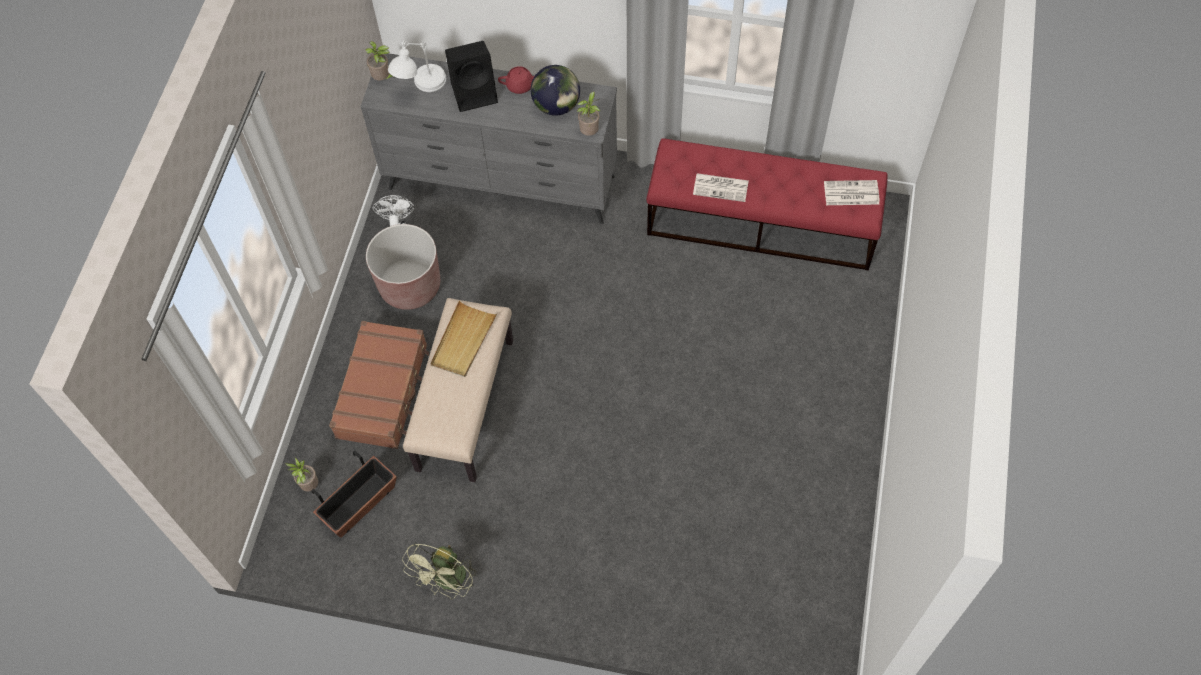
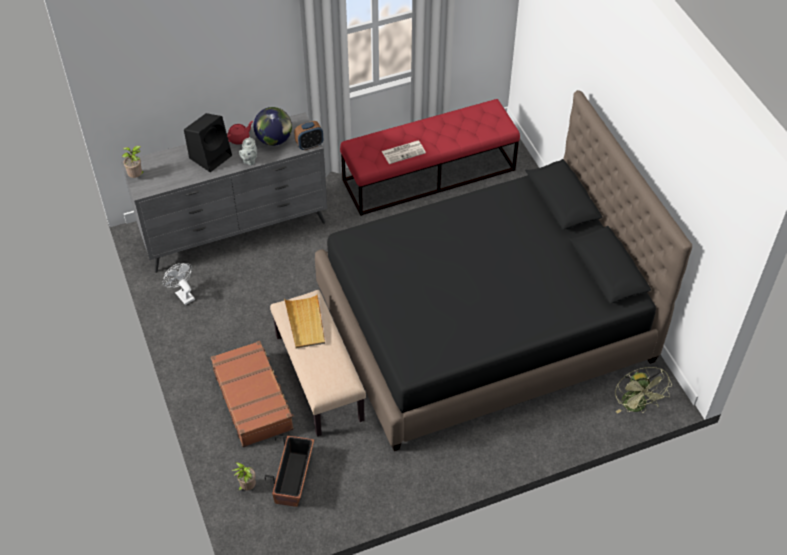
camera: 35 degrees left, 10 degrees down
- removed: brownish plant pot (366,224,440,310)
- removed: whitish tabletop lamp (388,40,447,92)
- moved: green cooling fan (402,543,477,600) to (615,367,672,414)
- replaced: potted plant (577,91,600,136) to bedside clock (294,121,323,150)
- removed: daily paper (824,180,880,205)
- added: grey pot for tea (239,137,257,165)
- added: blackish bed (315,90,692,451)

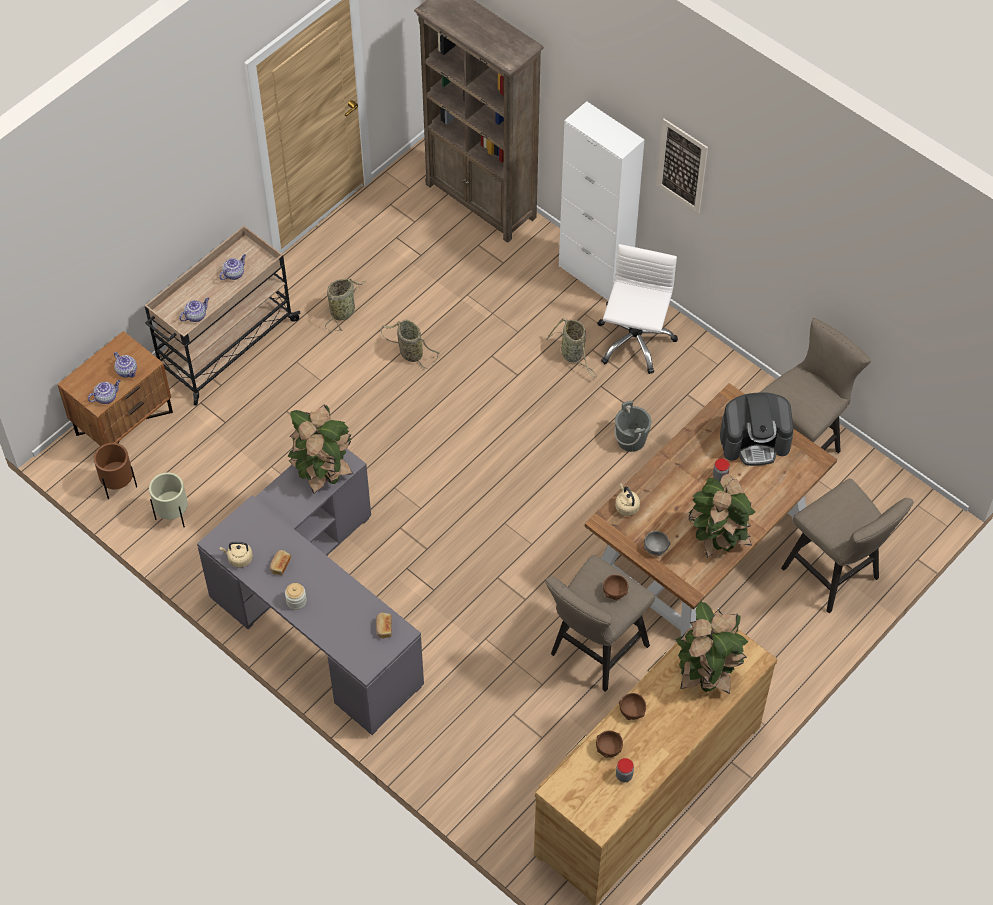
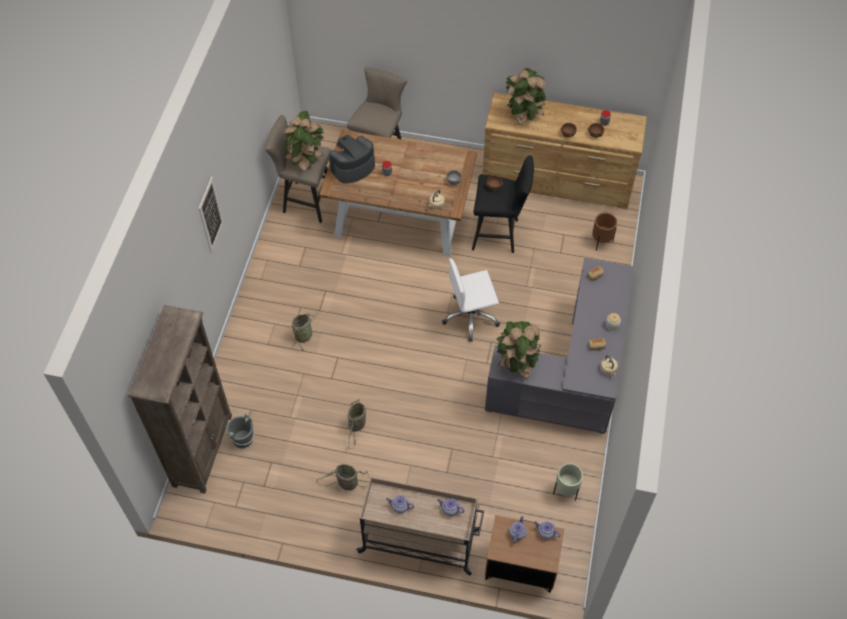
camera: 120 degrees left, 0 degrees up
- moved: brownish plant pot (94,443,137,499) to (592,213,617,251)
- recoloured: beige-coloured stool seat (545,555,655,692) to blackish stool seat (472,155,534,253)
- removed: whitish cabinet (559,101,644,301)
- moved: whitish desk chair (597,244,678,374) to (442,258,500,341)
- moved: grey water bucket (614,401,651,452) to (226,414,254,448)
- moved: potted plant (688,474,756,558) to (282,111,324,172)
- turned: coffee maker (720,392,793,466) = (329,135,375,184) 90 degrees counterclockwise

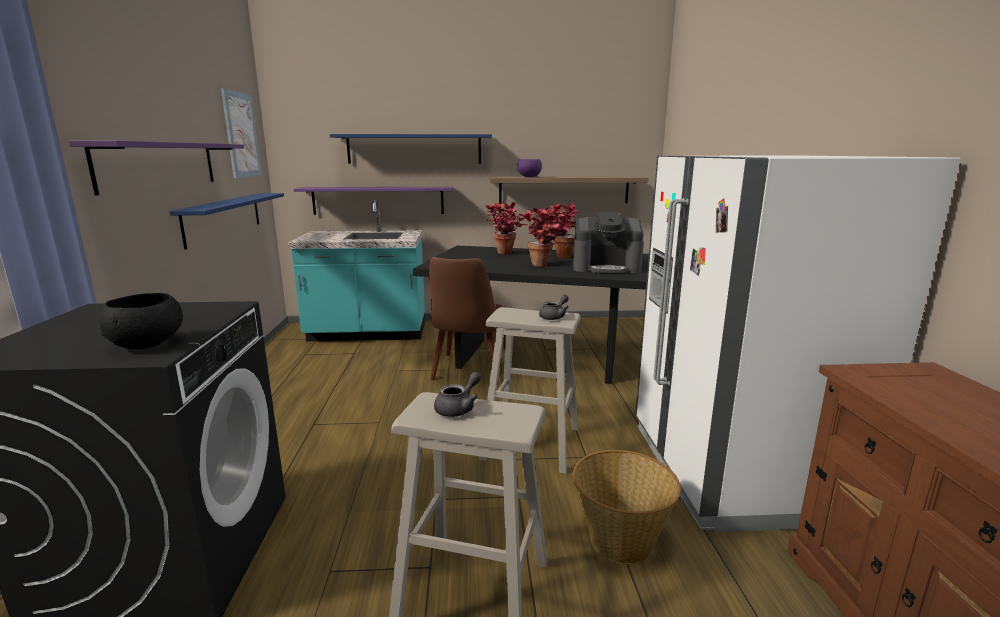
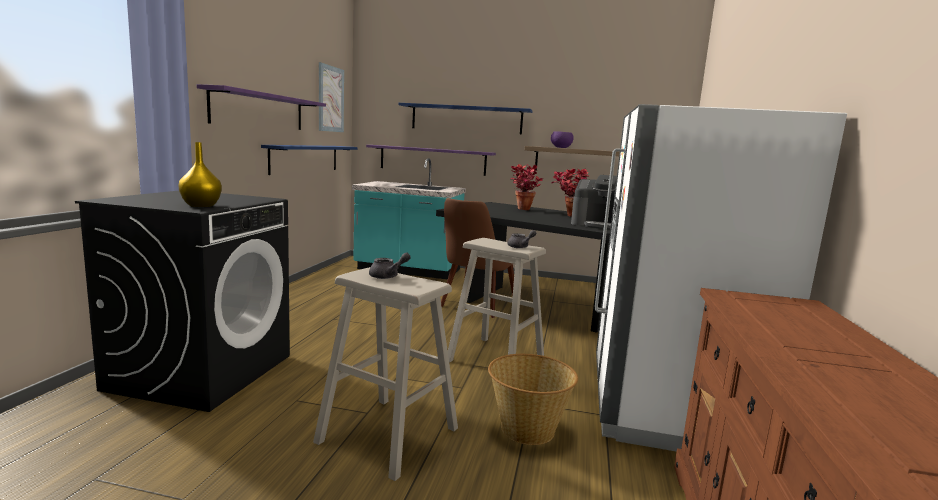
camera: 15 degrees right, 5 degrees down
- replaced: blackish deep dish (99,293,183,349) to yellowish vase (178,142,222,207)
- removed: potted plant (518,207,571,267)

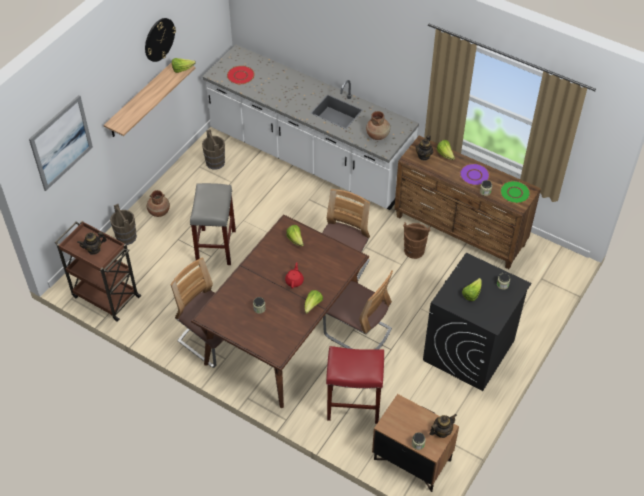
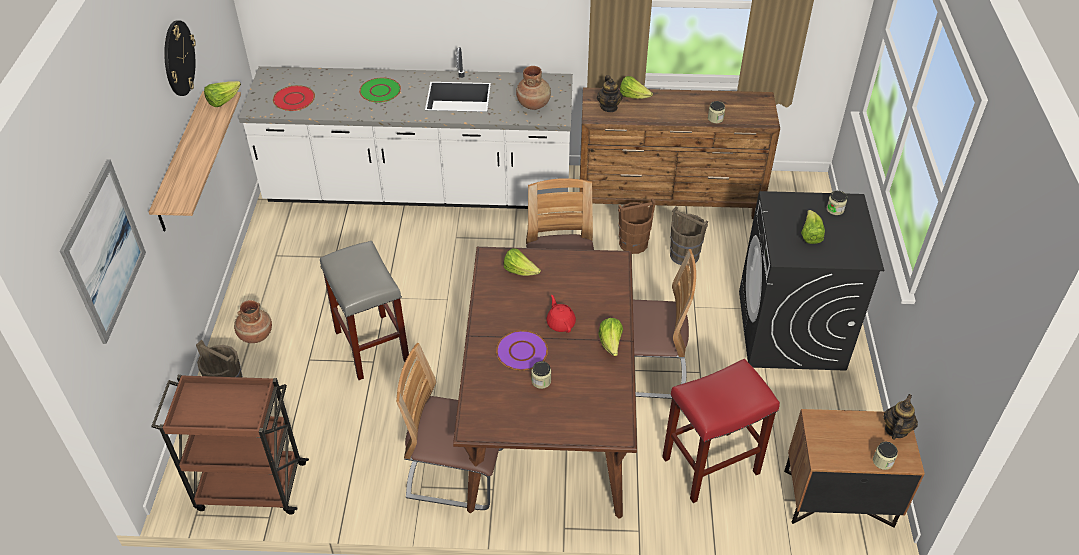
camera: 30 degrees left, 5 degrees down
- removed: pot for tea (77,232,107,255)
- moved: brownish water bucket (202,129,225,170) to (670,206,708,266)
- moved: purple-coloured dinner plate (460,163,490,185) to (496,331,548,370)
- moved: green dinner plate (500,181,530,203) to (359,78,401,103)

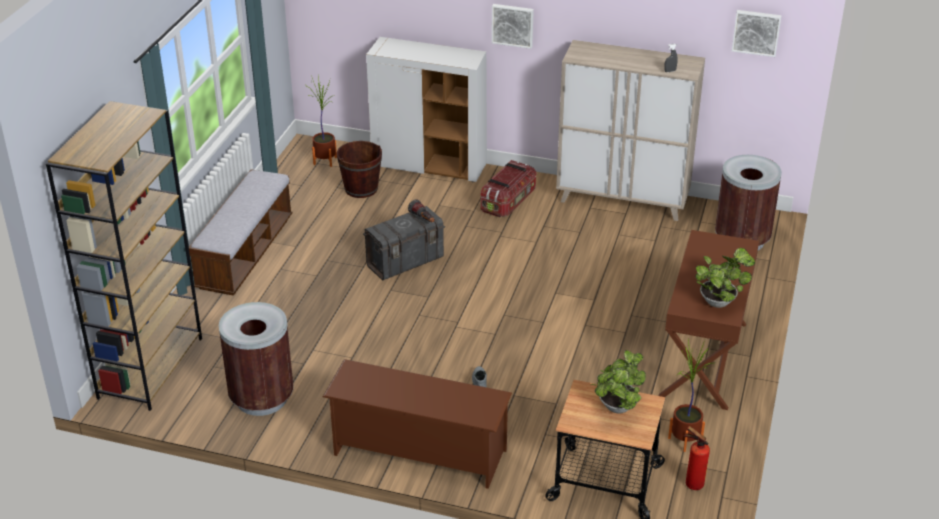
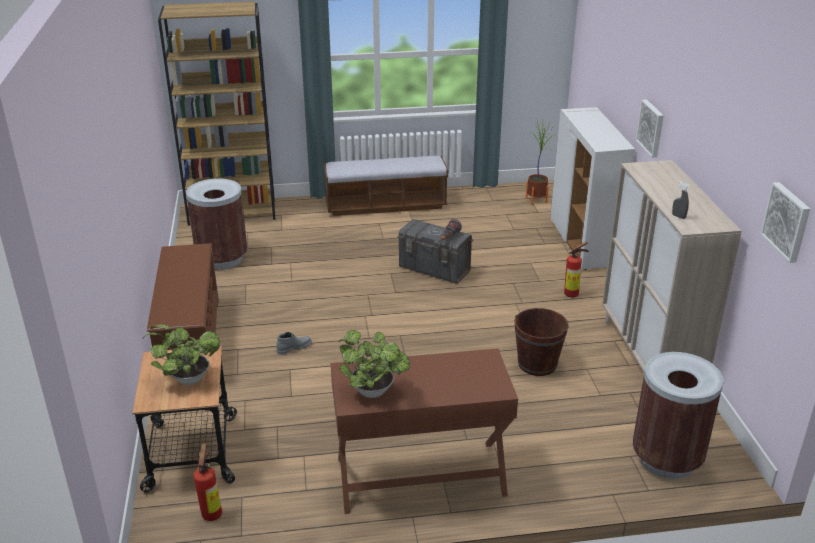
camera: 65 degrees right, 5 degrees down
- moved: brownish water bucket (337,141,382,198) to (514,308,569,376)
- replaced: storage box (481,160,536,217) to fire-fighting cylinder (564,242,589,297)
- removed: potted plant (668,339,713,452)

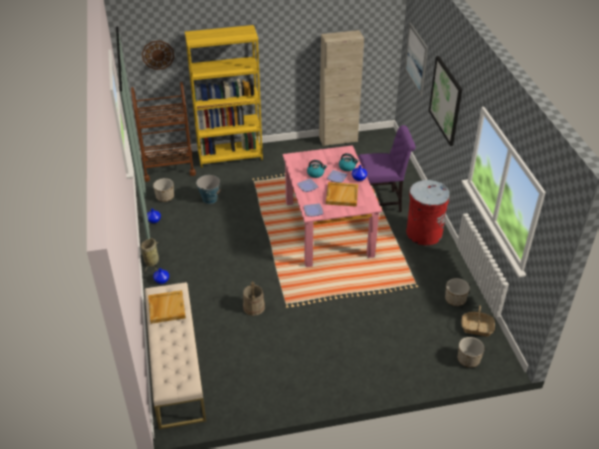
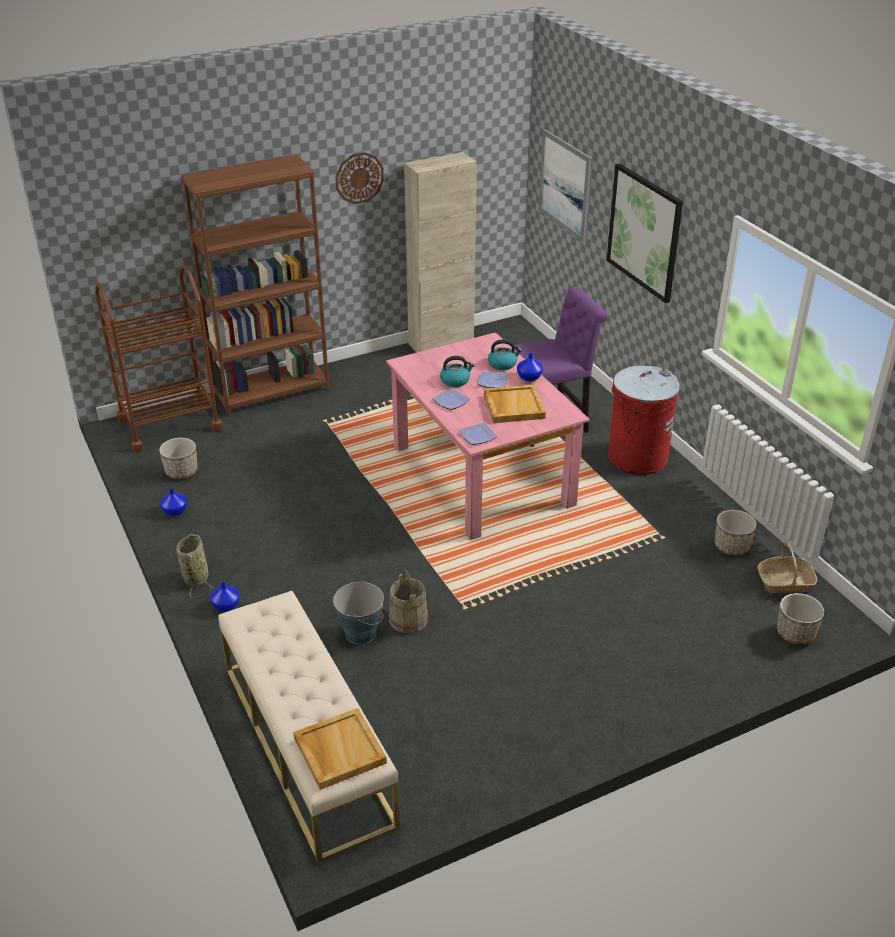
camera: 15 degrees left, 5 degrees down
- moved: wall clock (142,40,174,70) to (335,152,384,204)
- moved: beige-coloured carrying tray (148,290,186,324) to (293,708,387,790)
- recoloured: yellowish bookcase (185,25,263,168) to brownish bookcase (181,154,329,417)
- moved: water bucket (196,175,221,204) to (333,581,385,644)

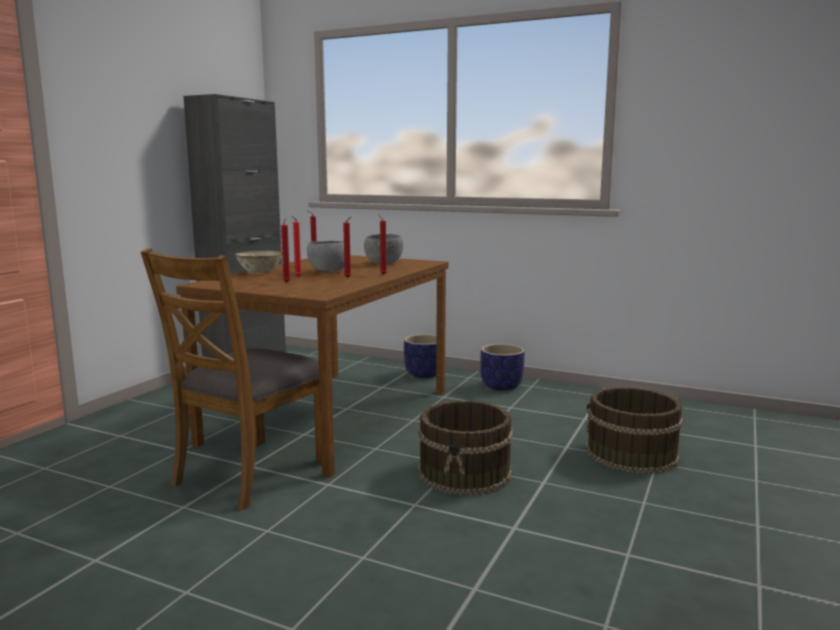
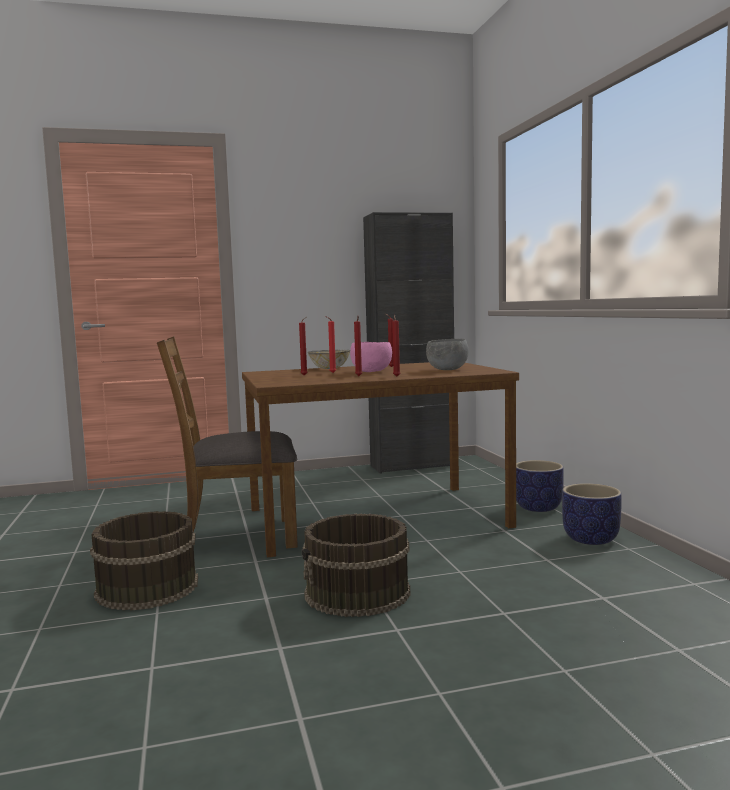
camera: 50 degrees right, 5 degrees down
- recoloured: grey deep dish (307,241,344,273) to pinkish deep dish (350,342,392,372)
- moved: brownish water bucket (586,387,683,474) to (90,511,198,611)

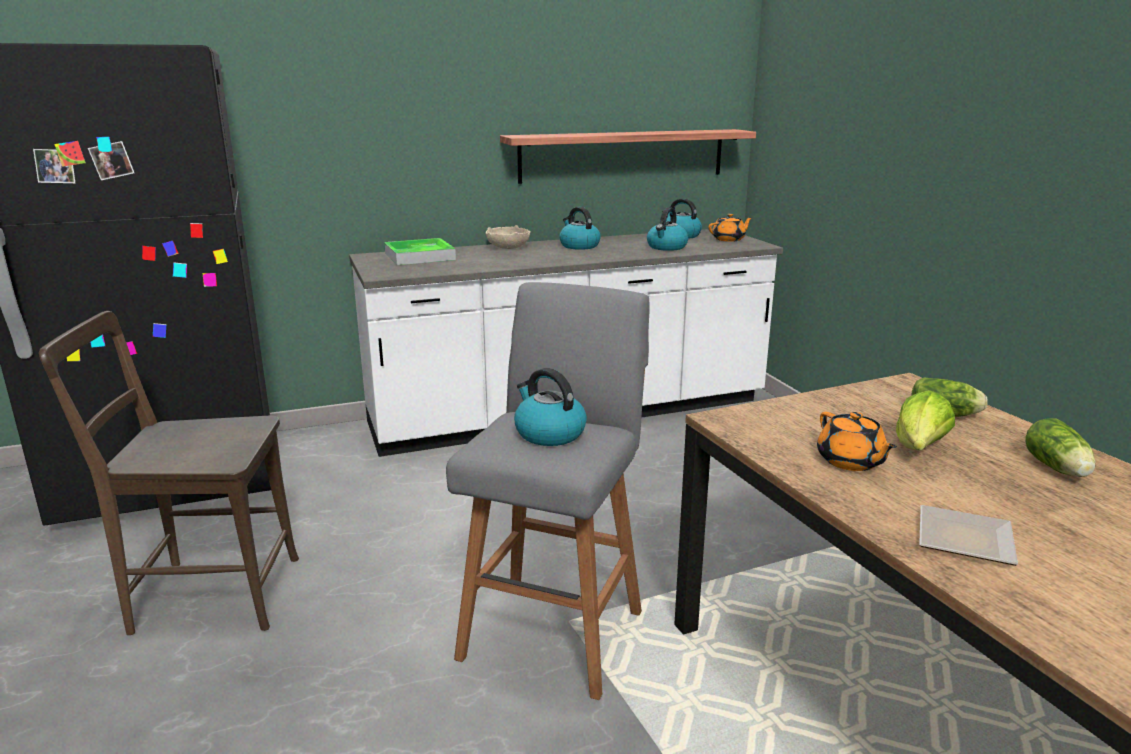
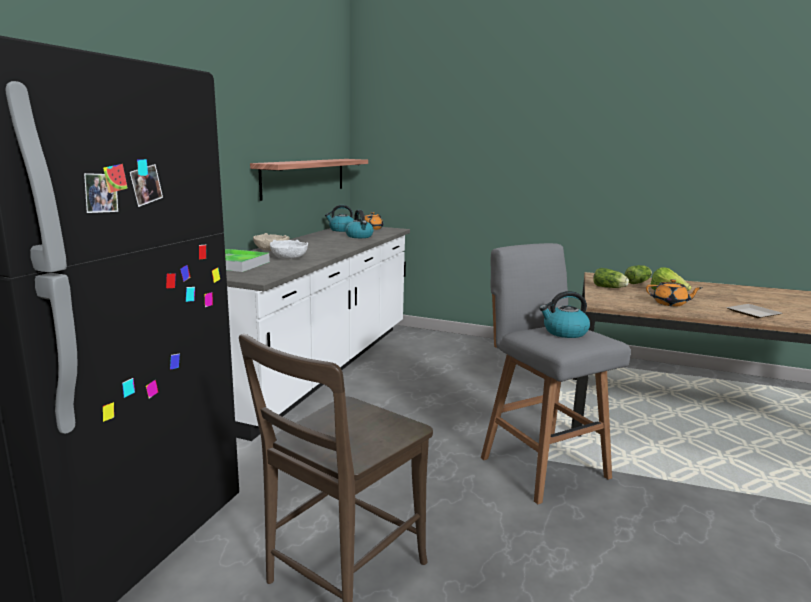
camera: 50 degrees left, 5 degrees down
- removed: kettle (559,207,601,250)
- moved: lettuce head (1025,418,1095,477) to (594,268,629,288)
- added: whitish deep dish (270,240,308,259)

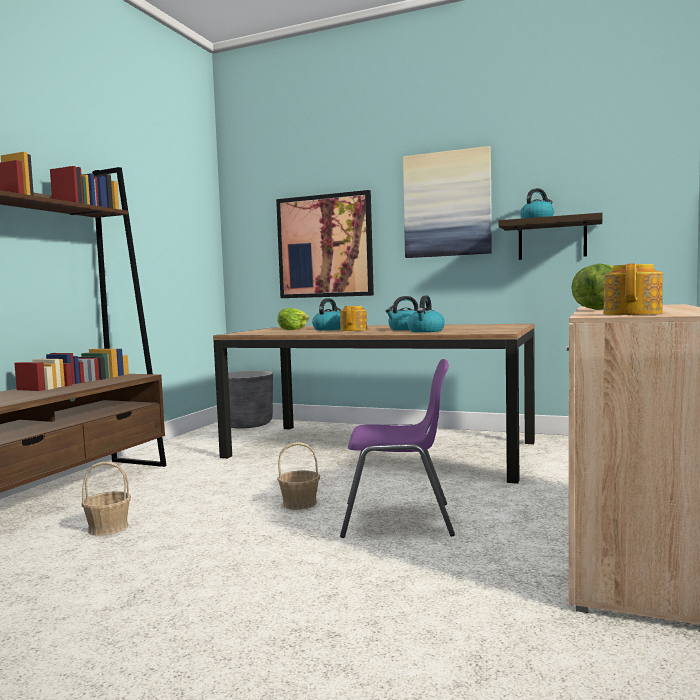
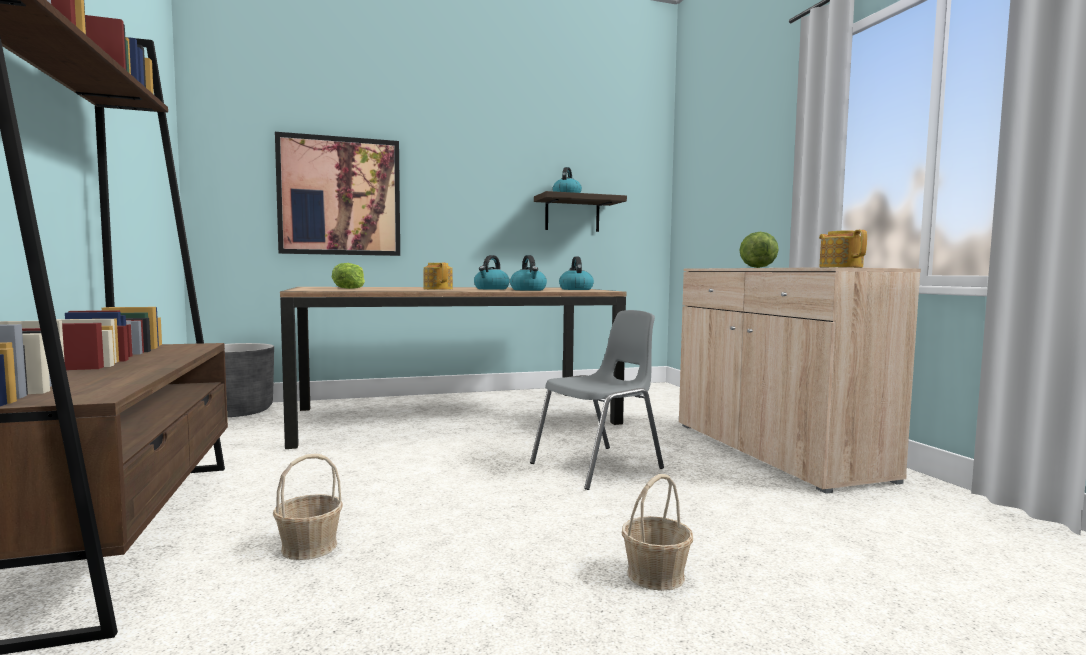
camera: 40 degrees left, 0 degrees up
- moved: basket (277,442,320,510) to (622,474,693,591)
- moved: kettle (312,298,341,330) to (559,256,594,290)
- recoloured: purple-coloured plain chair (340,359,455,538) to grey plain chair (530,310,664,490)
- removed: picture (403,146,492,258)

